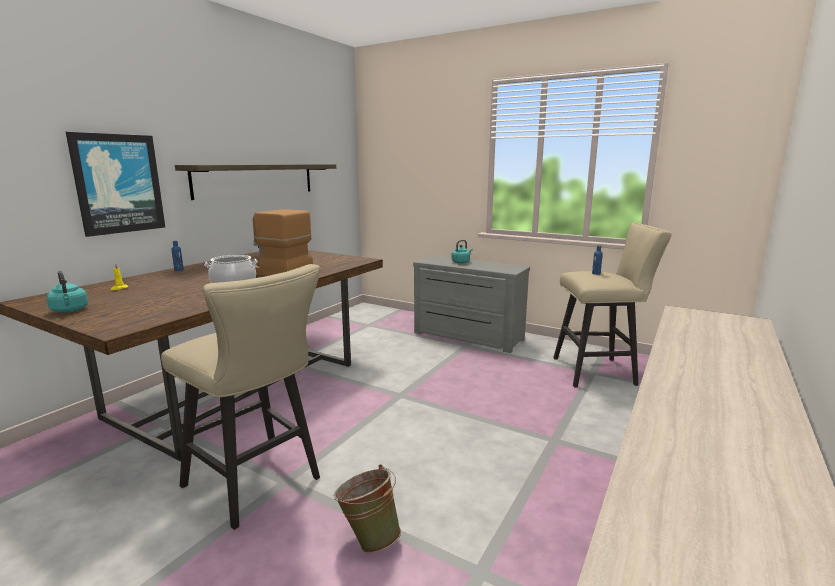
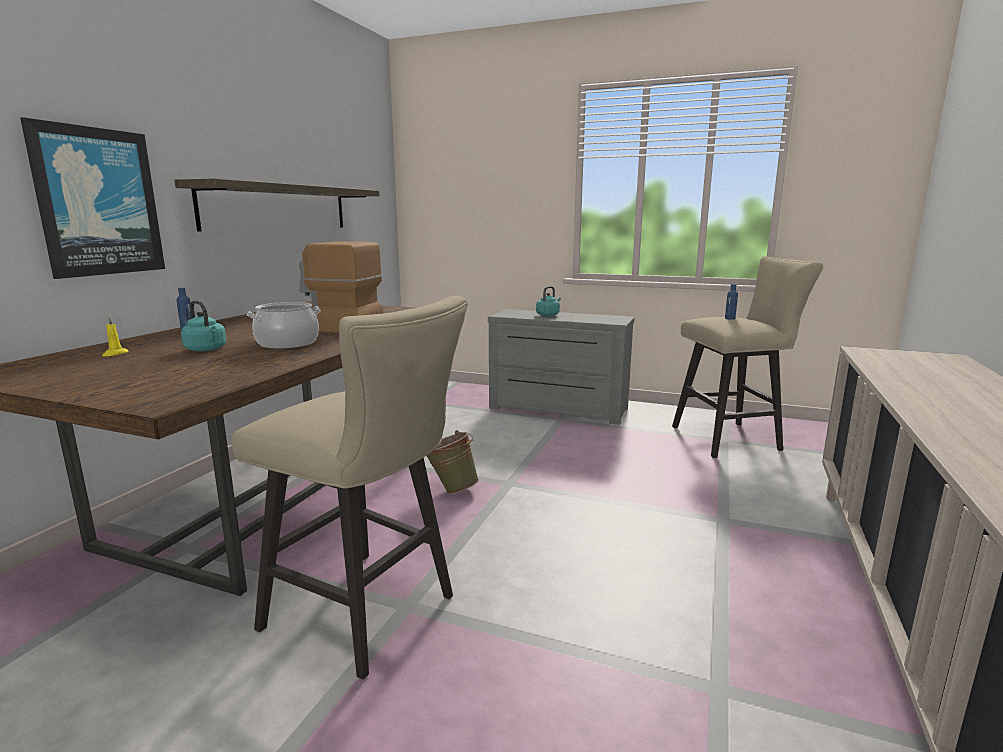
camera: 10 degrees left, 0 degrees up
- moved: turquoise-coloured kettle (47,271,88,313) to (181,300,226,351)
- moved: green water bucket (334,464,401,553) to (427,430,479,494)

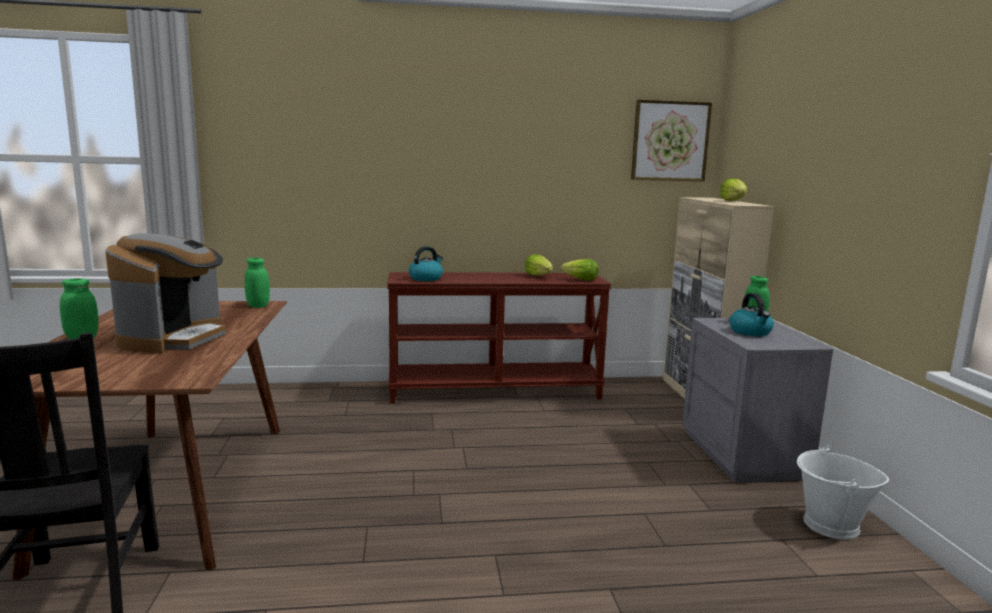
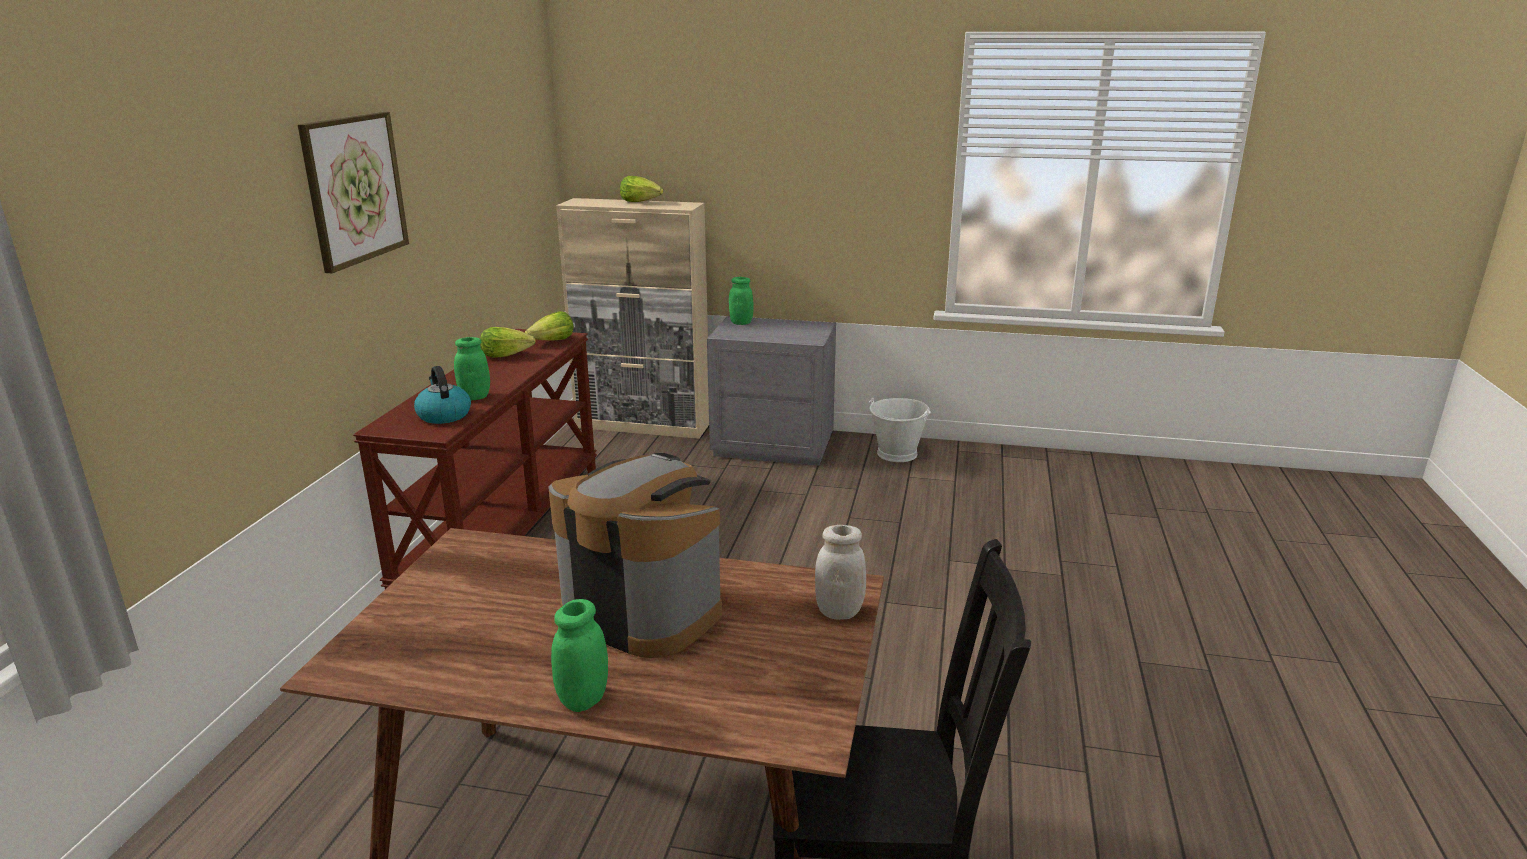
camera: 70 degrees left, 10 degrees up
- moved: green jar (245,257,270,308) to (454,337,490,400)
- moved: picture (631,99,712,181) to (298,112,409,273)
- removed: kettle (729,293,774,336)
- added: whitish jar (815,525,866,620)

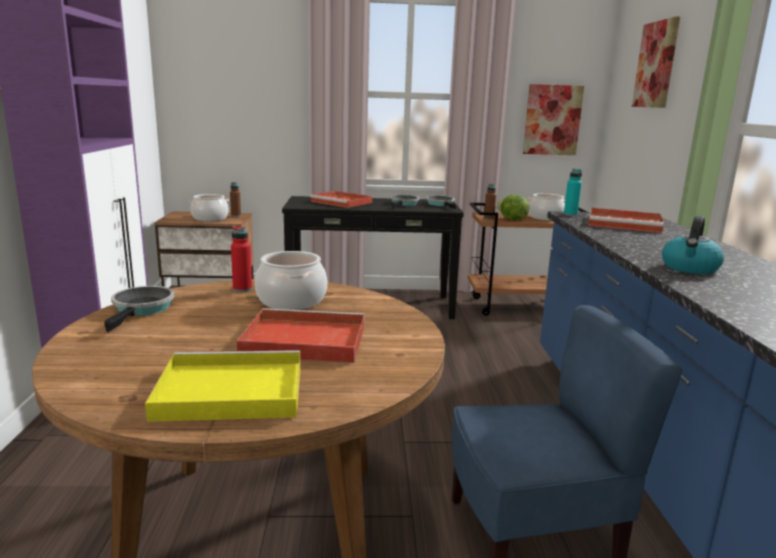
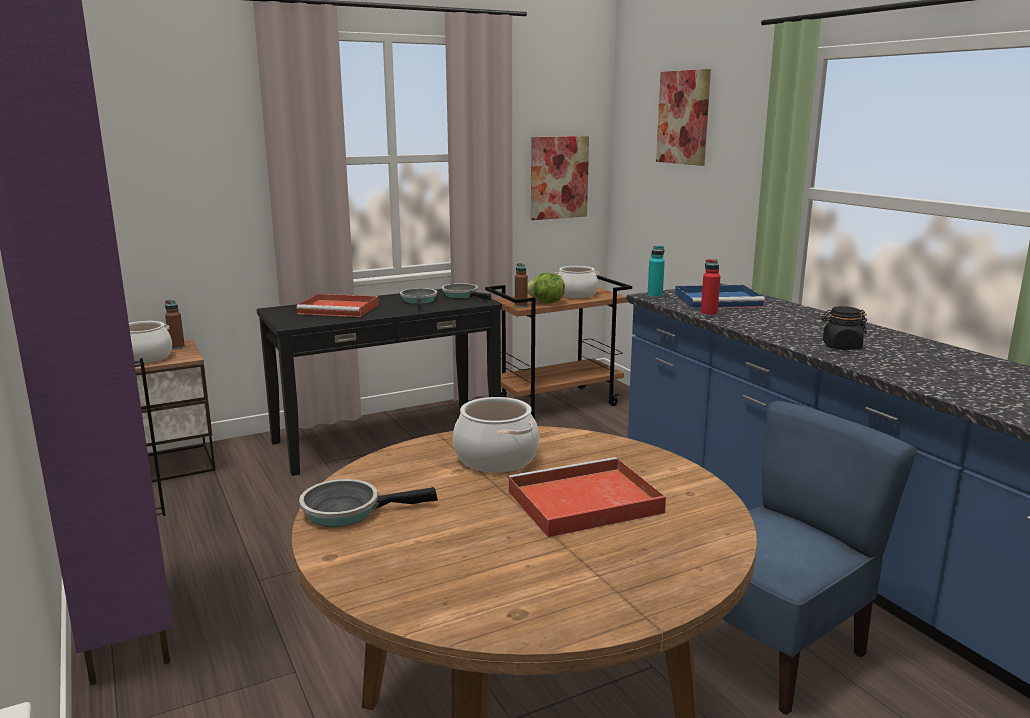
camera: 25 degrees left, 0 degrees up
- turned: pan (104,286,174,332) = (299,479,438,527) 75 degrees counterclockwise
- removed: yellowish carrying tray (145,350,301,422)
- moved: reddish bottle (231,226,252,292) to (701,259,720,317)
- recoloured: reddish carrying tray (588,207,664,233) to bluish carrying tray (675,285,765,309)
- replaced: kettle (662,216,724,274) to blackish jar (822,306,867,350)

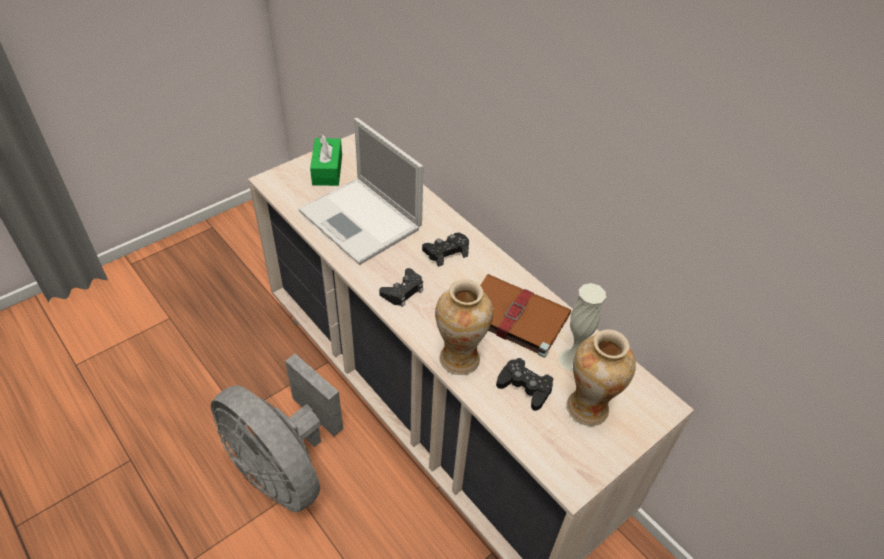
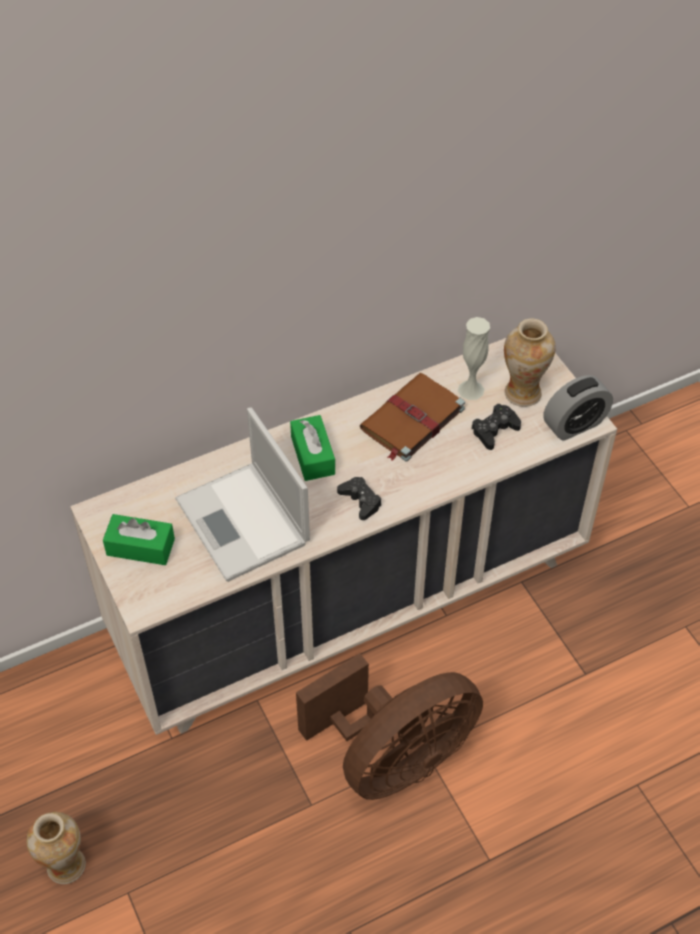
camera: 75 degrees left, 5 degrees up
- recoloured: grey cooling fan (211,354,343,512) to brownish cooling fan (296,653,483,800)
- turned: notebook computer (298,118,424,265) = (175,407,310,582) 90 degrees clockwise
- replaced: blackish gamepad (422,233,469,267) to green box of tissues (290,415,335,481)
- moved: vase (435,279,493,375) to (26,812,86,884)
- added: bedside clock (544,375,613,441)

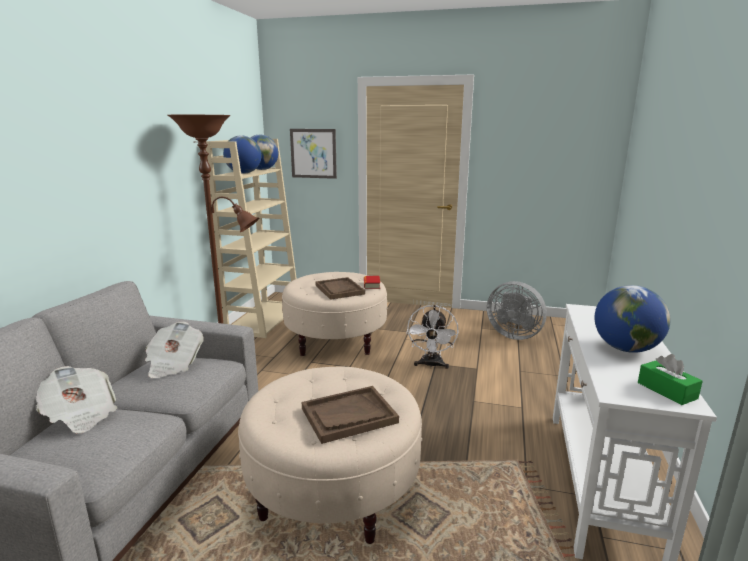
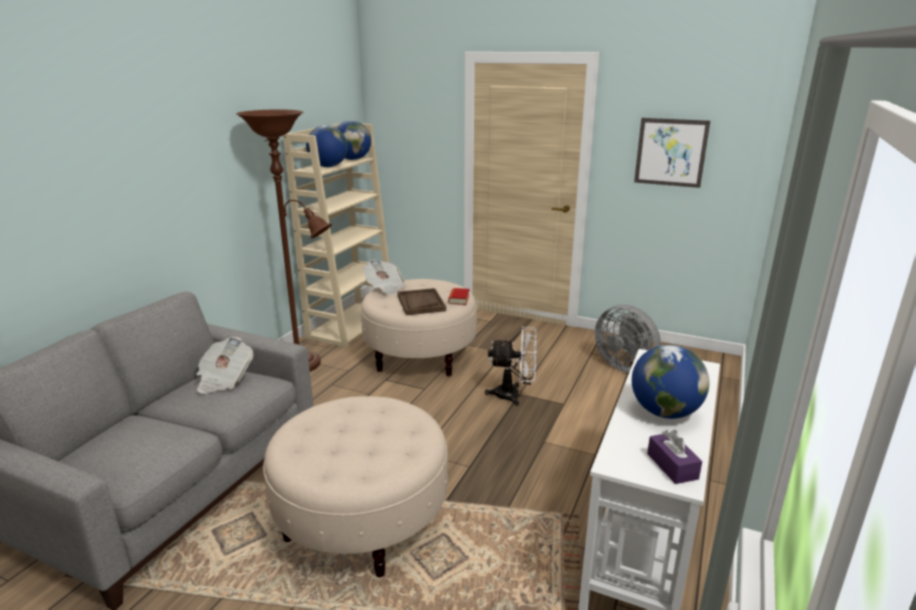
camera: 10 degrees right, 5 degrees up
- moved: daily paper (36,366,117,434) to (363,259,406,295)
- moved: picture (290,129,337,179) to (634,118,710,188)
- removed: brownish carrying tray (302,386,399,444)
- turned: whitish cooling fan (407,305,458,369) = (485,326,537,406) 105 degrees counterclockwise
- recoloured: green box of tissues (638,354,703,405) to purple-coloured box of tissues (647,430,702,484)

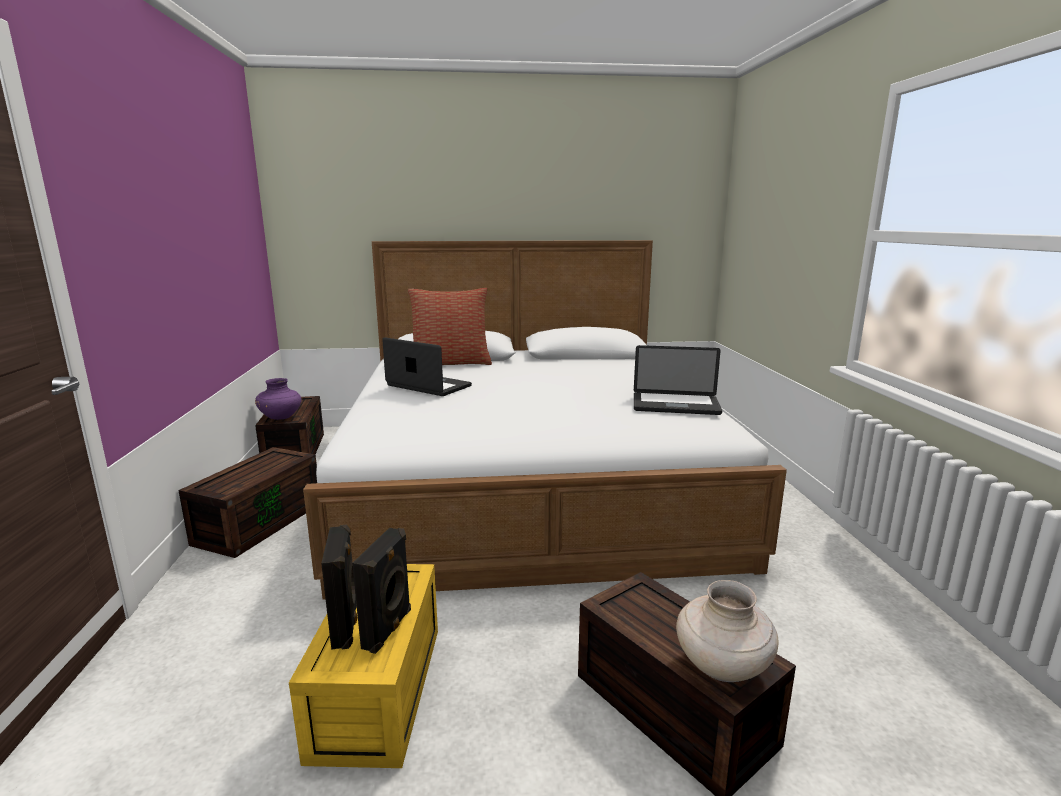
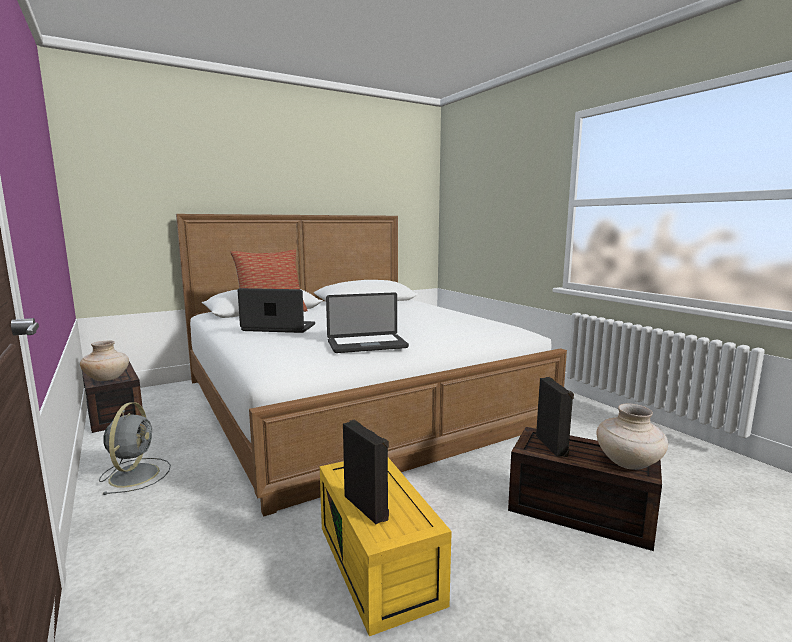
camera: 25 degrees left, 5 degrees down
- replaced: brownish storage box (178,447,317,558) to grey cooling fan (99,403,171,495)
- recoloured: purple-coloured vase (255,378,302,420) to beige-coloured vase (80,341,129,381)
- moved: blackish speaker (352,528,411,654) to (536,377,574,457)
- moved: notebook computer (634,345,722,415) to (326,292,409,353)

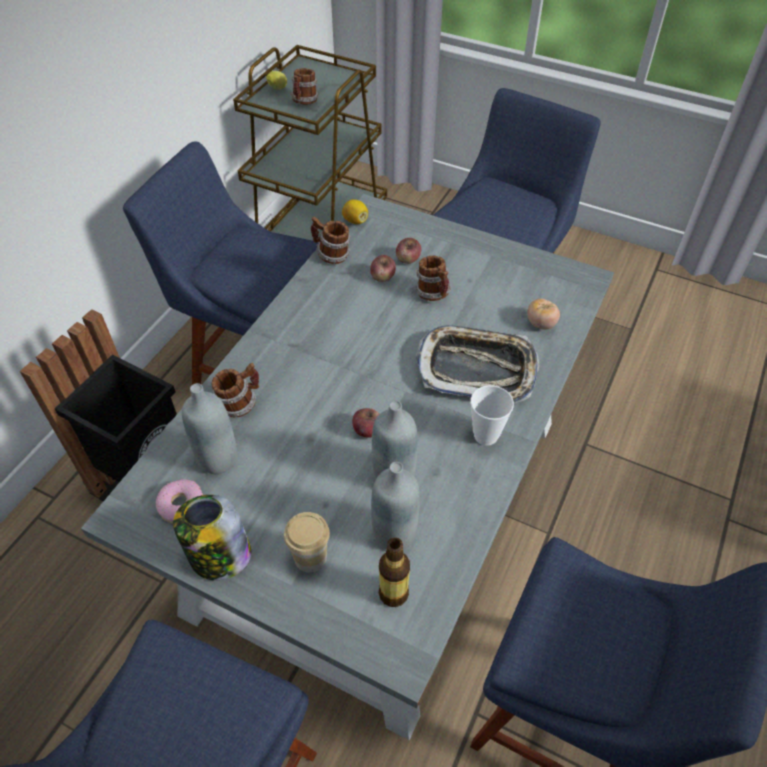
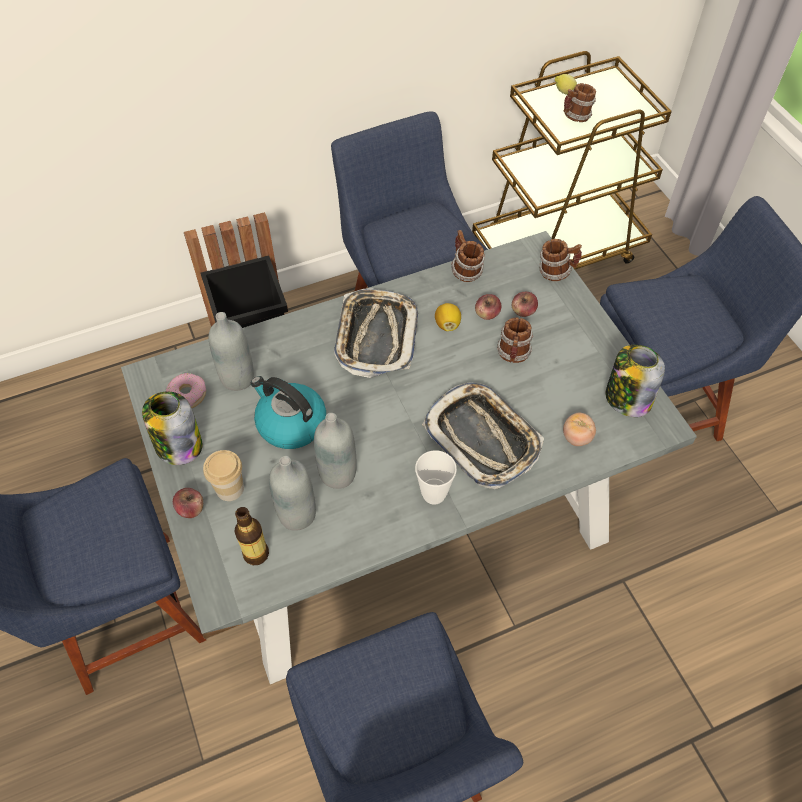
camera: 40 degrees right, 5 degrees up
- moved: mug (211,363,259,418) to (539,239,582,281)
- moved: lemon (342,199,368,224) to (435,303,461,331)
- moved: apple (352,408,380,438) to (173,488,203,518)
- added: kettle (251,376,326,449)
- added: carrying tray (334,289,418,378)
- added: jar (605,345,665,417)

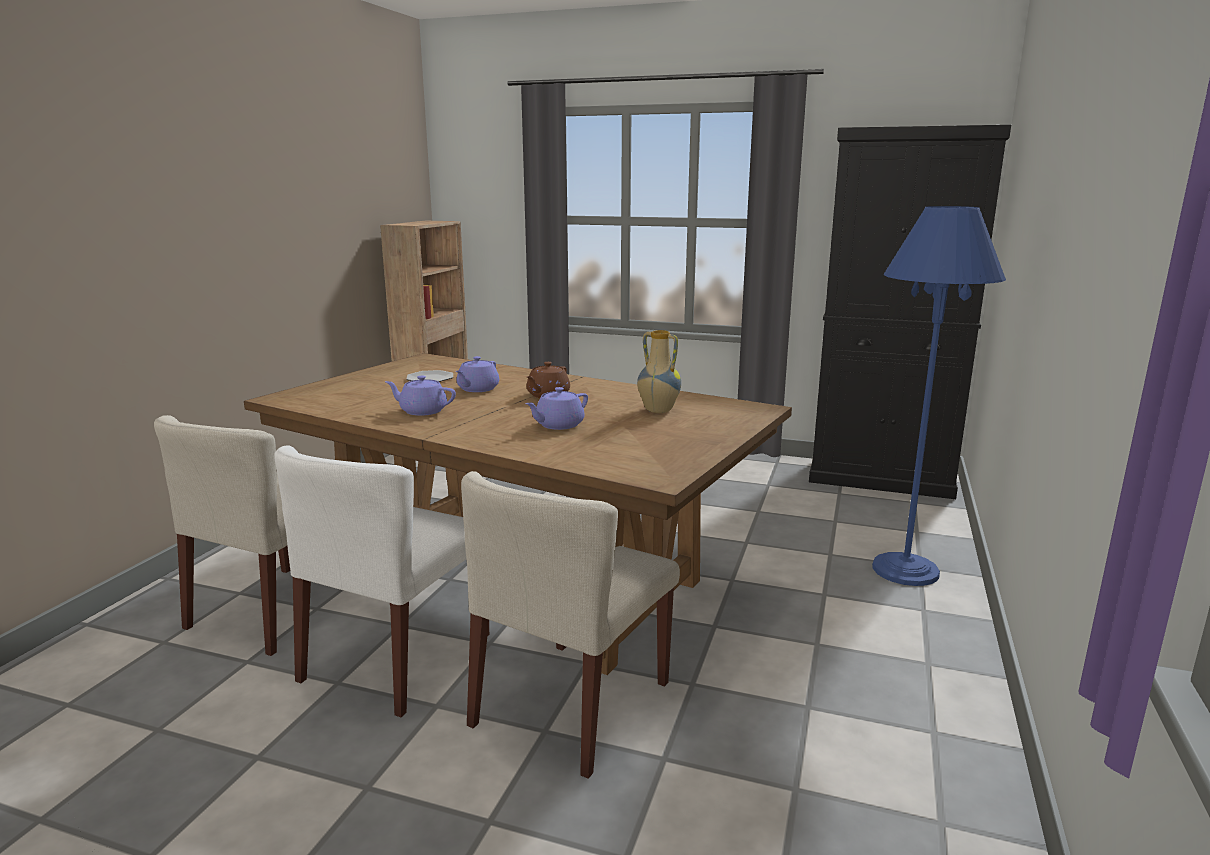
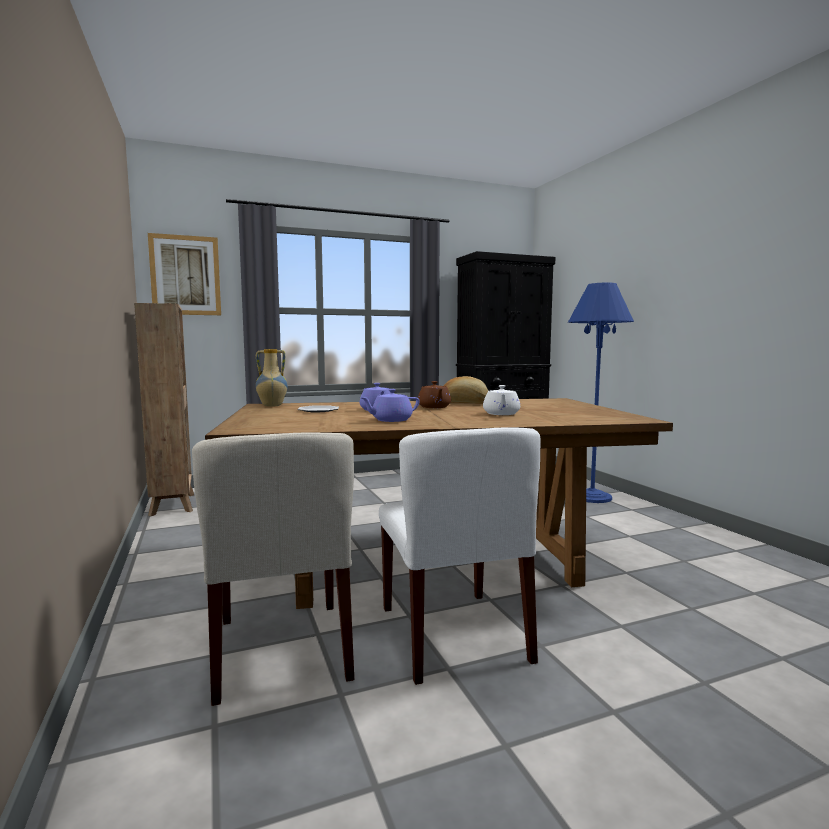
camera: 40 degrees left, 10 degrees down
- removed: beige-coloured plain chair (461,471,680,779)
- recoloured: purple-coloured pot for tea (525,387,588,430) to whitish pot for tea (483,385,520,415)
- moved: vase (637,330,681,413) to (256,349,288,407)
- added: picture (148,233,221,315)
- added: bread (443,376,489,404)

